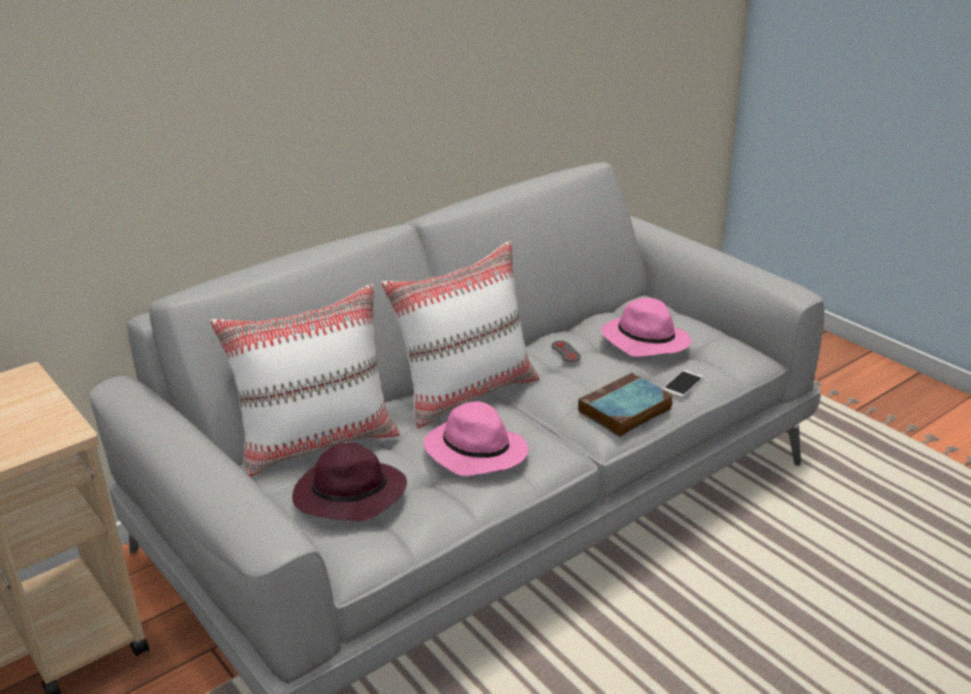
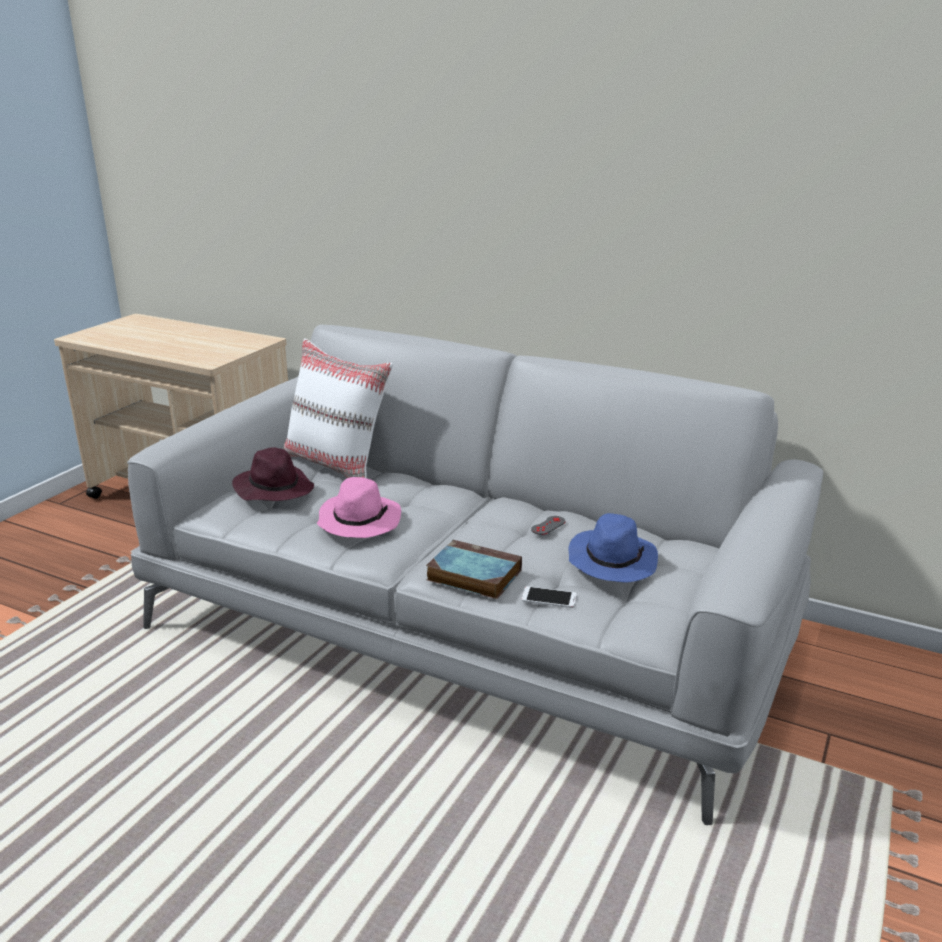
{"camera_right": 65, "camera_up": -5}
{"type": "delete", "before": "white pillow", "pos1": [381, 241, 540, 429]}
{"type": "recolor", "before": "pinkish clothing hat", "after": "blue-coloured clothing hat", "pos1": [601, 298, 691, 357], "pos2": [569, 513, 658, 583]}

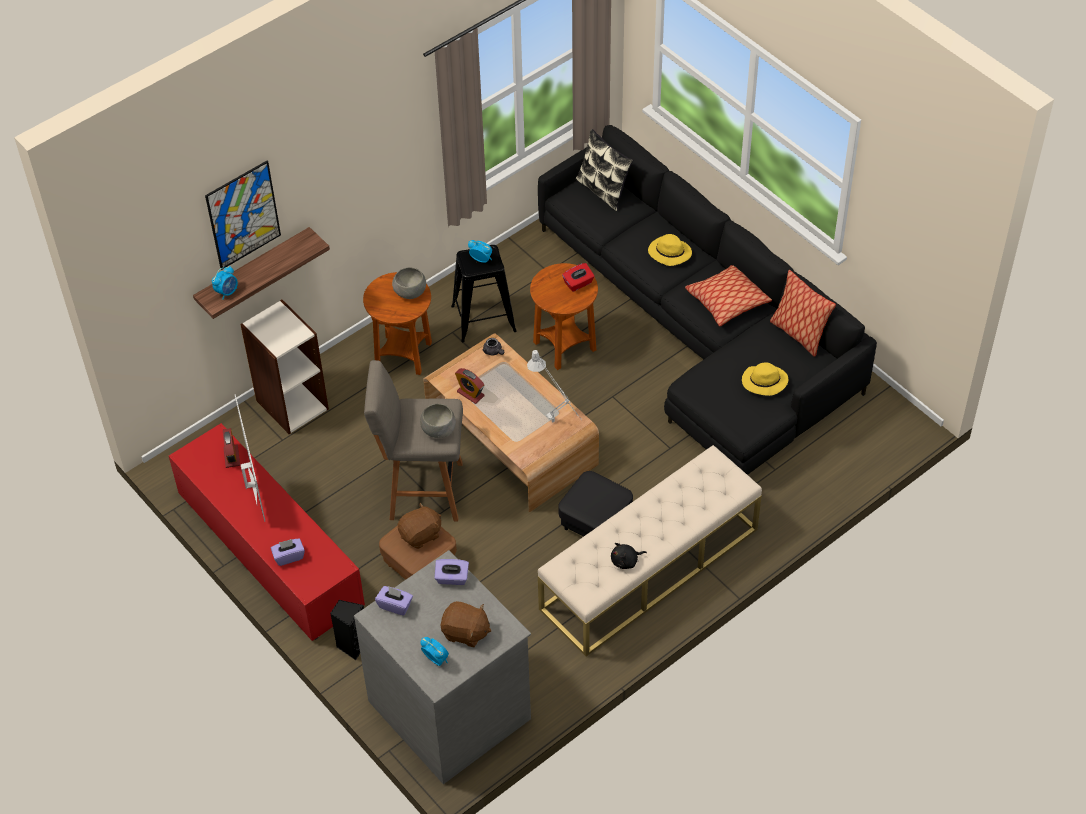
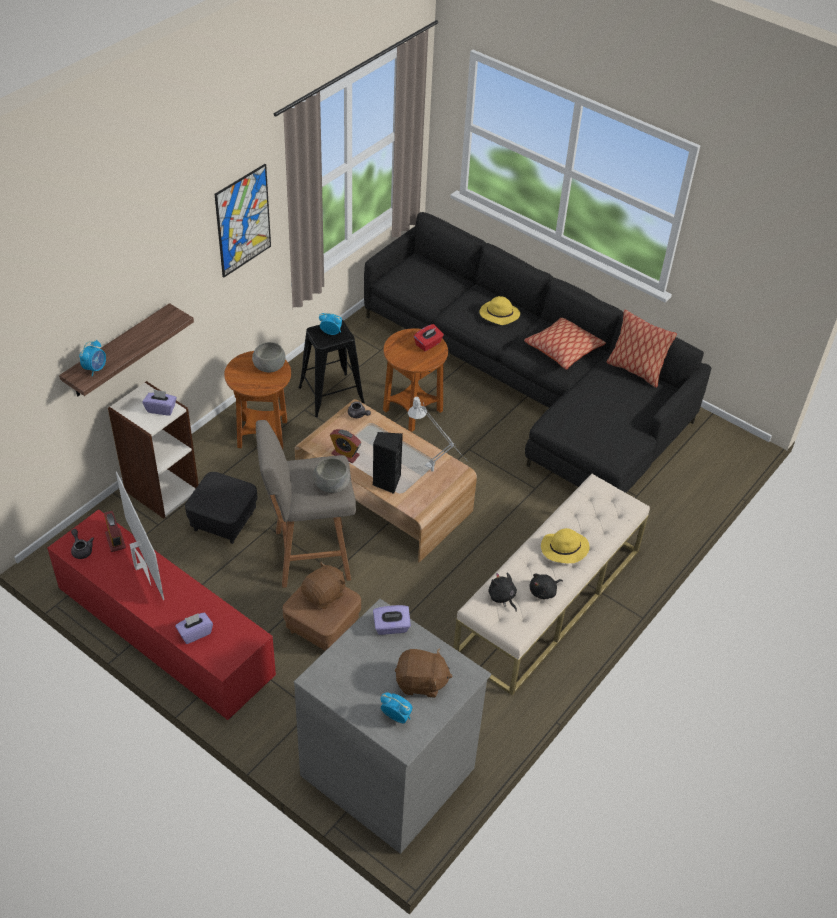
{"camera_right": -15, "camera_up": -5}
{"type": "move", "before": "wall art", "pos1": [205, 161, 281, 270], "pos2": [215, 164, 271, 277]}
{"type": "move", "before": "blackish speaker", "pos1": [330, 600, 364, 660], "pos2": [373, 432, 403, 494]}
{"type": "move", "before": "purple-coloured box of tissues", "pos1": [375, 586, 413, 616], "pos2": [142, 389, 177, 416]}
{"type": "move", "before": "blackish pouffe", "pos1": [558, 471, 633, 537], "pos2": [185, 472, 257, 544]}
{"type": "delete", "before": "pillow", "pos1": [576, 129, 633, 211]}
{"type": "move", "before": "yellow clothing hat", "pos1": [742, 362, 788, 396], "pos2": [541, 528, 590, 563]}
{"type": "insert", "after": "gray teapot", "pos2": [71, 529, 94, 559]}
{"type": "insert", "after": "blackish cuddly toy", "pos2": [488, 573, 517, 612]}

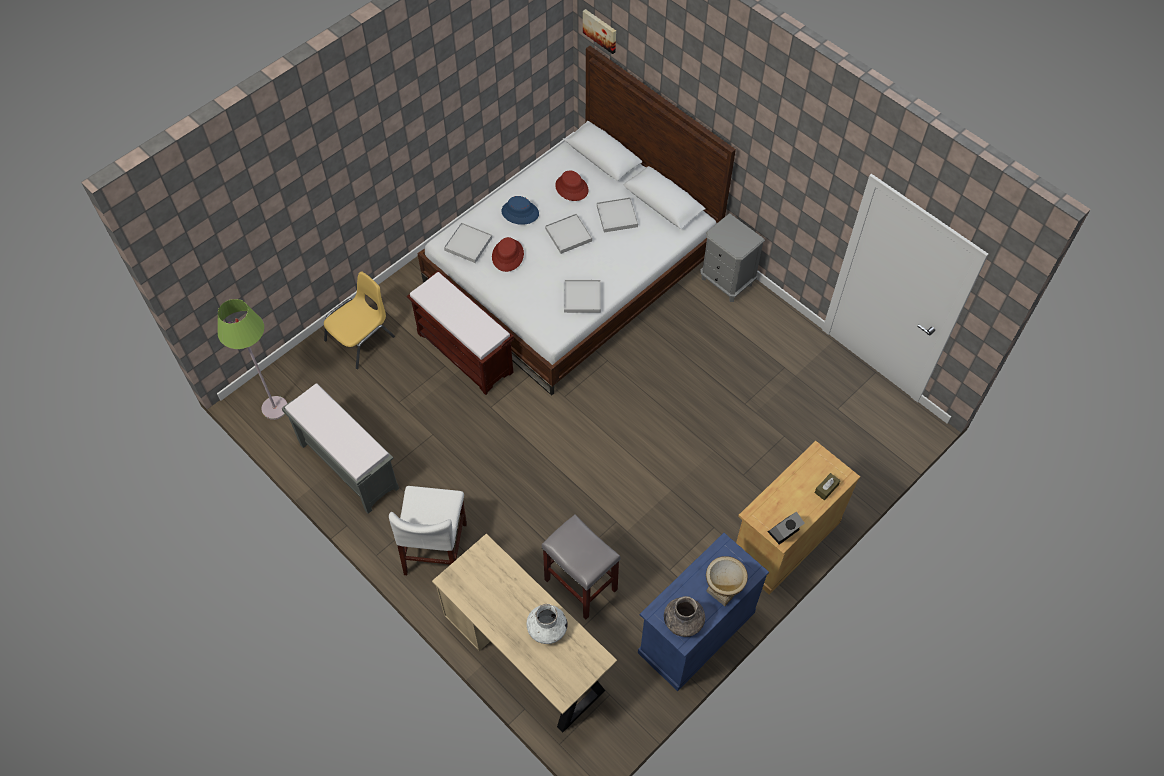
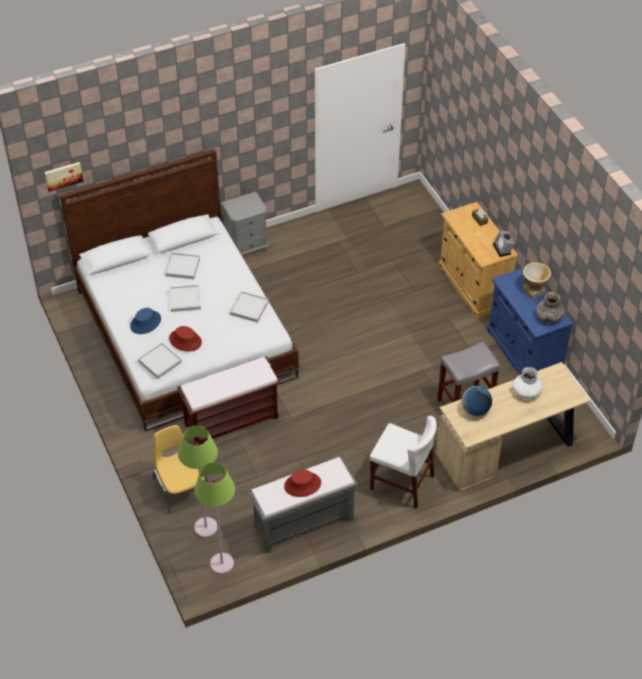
{"camera_right": -70, "camera_up": -10}
{"type": "move", "before": "red-coloured clothing hat", "pos1": [555, 170, 588, 201], "pos2": [284, 470, 321, 497]}
{"type": "insert", "after": "greenish standard lamp", "pos2": [178, 425, 218, 538]}
{"type": "insert", "after": "globe", "pos2": [462, 386, 492, 416]}

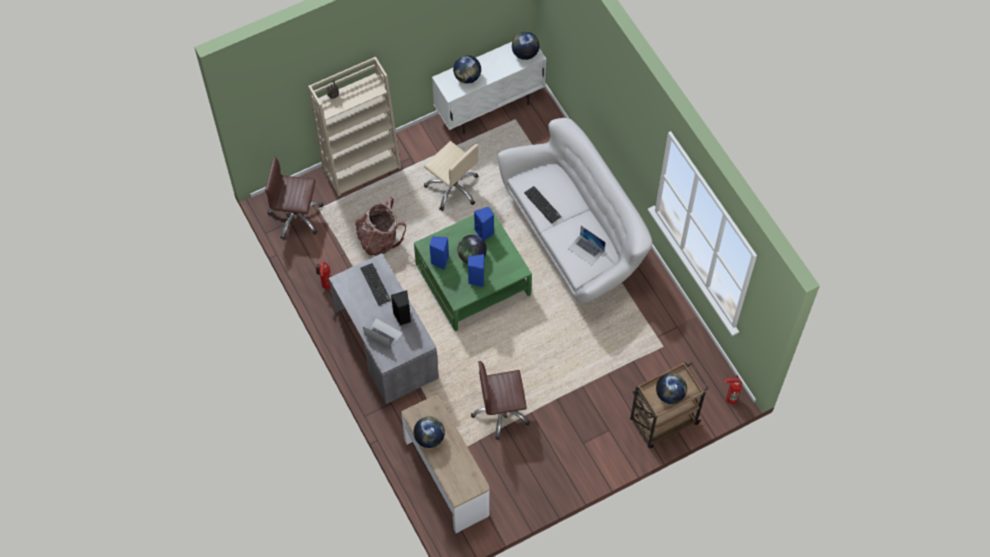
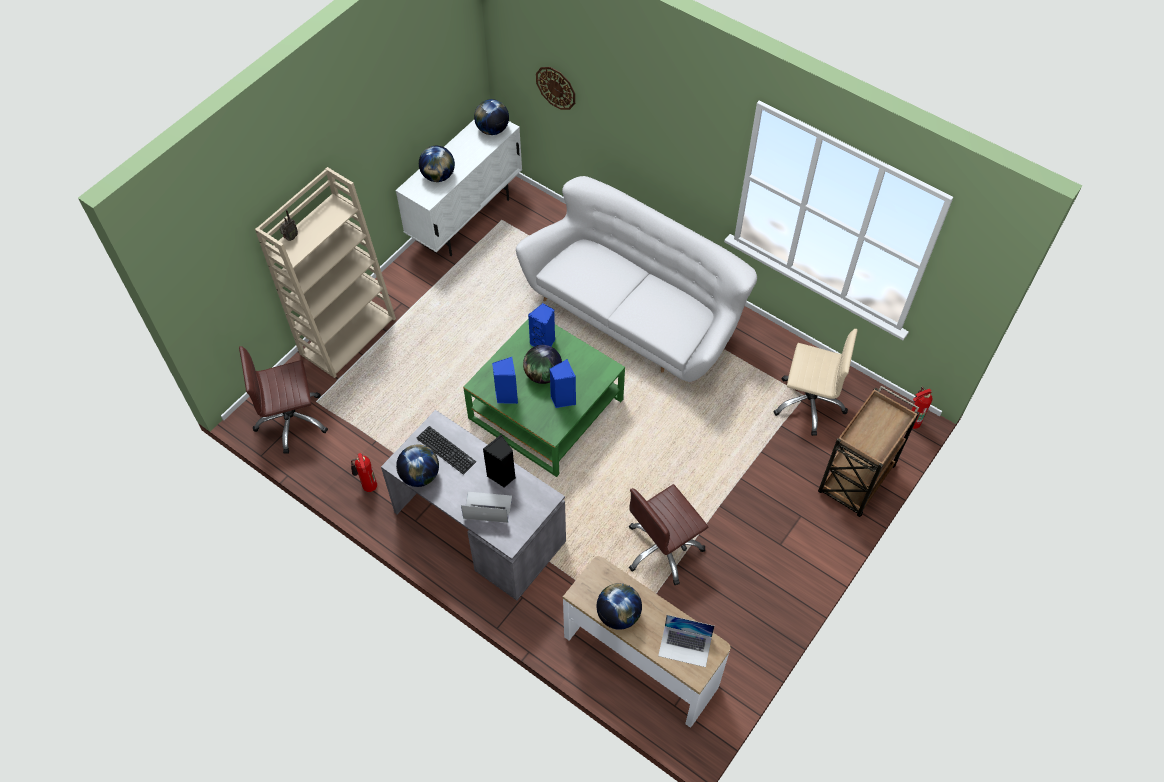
{"camera_right": -25, "camera_up": -5}
{"type": "delete", "before": "backpack", "pos1": [355, 197, 406, 256]}
{"type": "move", "before": "sand-coloured desk chair", "pos1": [424, 141, 479, 211], "pos2": [773, 329, 858, 436]}
{"type": "delete", "before": "PC keyboard", "pos1": [524, 186, 561, 224]}
{"type": "move", "before": "laptop", "pos1": [568, 226, 605, 265], "pos2": [658, 615, 714, 667]}
{"type": "move", "before": "globe", "pos1": [656, 373, 687, 404], "pos2": [396, 445, 439, 487]}
{"type": "insert", "after": "hanging clock", "pos2": [536, 67, 575, 110]}

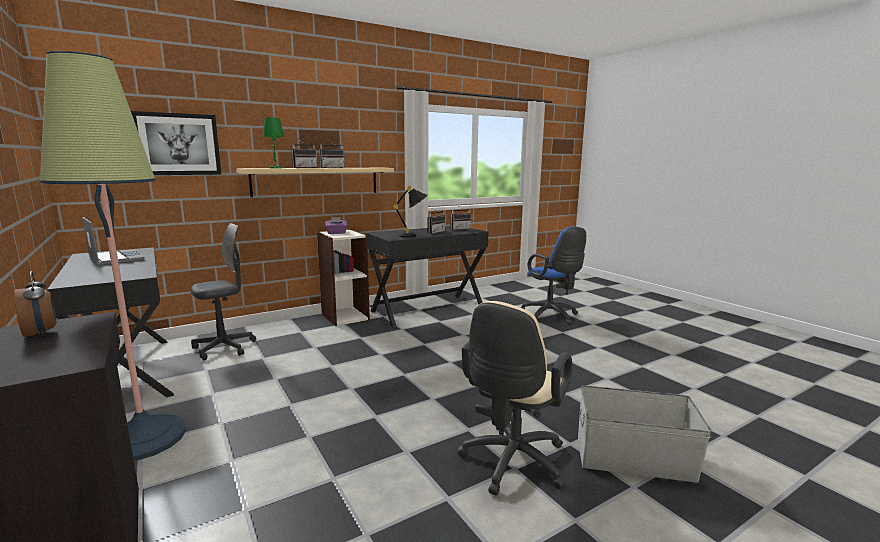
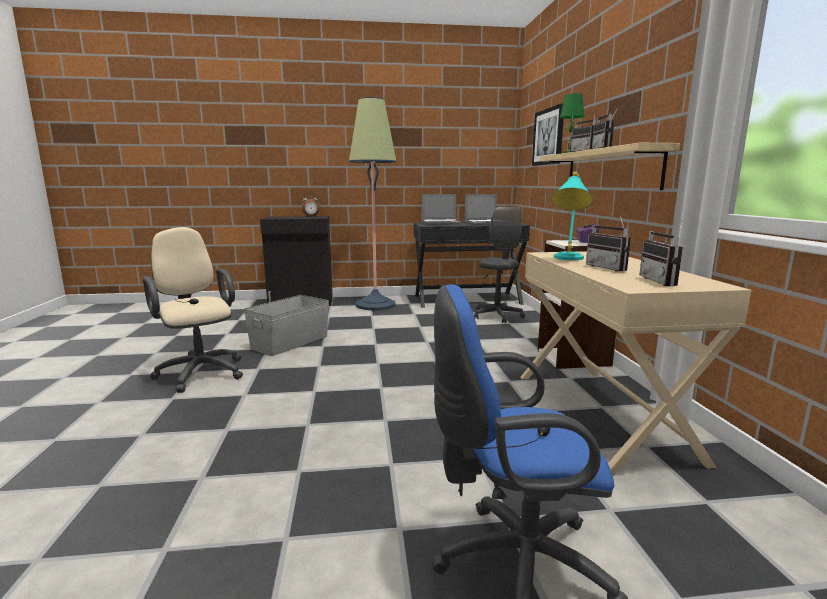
{"camera_right": 115, "camera_up": 0}
{"type": "rotate", "before": "gray desk chair", "pos1": [191, 223, 256, 360], "pos2": [474, 207, 525, 324], "turn": -135}
{"type": "recolor", "before": "blackish desk", "after": "sand-coloured desk", "pos1": [367, 226, 489, 327], "pos2": [520, 251, 752, 476]}
{"type": "recolor", "before": "blackish tabletop lamp", "after": "blue-green tabletop lamp", "pos1": [393, 186, 428, 238], "pos2": [551, 172, 594, 260]}
{"type": "move", "before": "gray storage box", "pos1": [578, 385, 712, 483], "pos2": [244, 295, 329, 356]}
{"type": "insert", "after": "laptop", "pos2": [422, 194, 461, 225]}

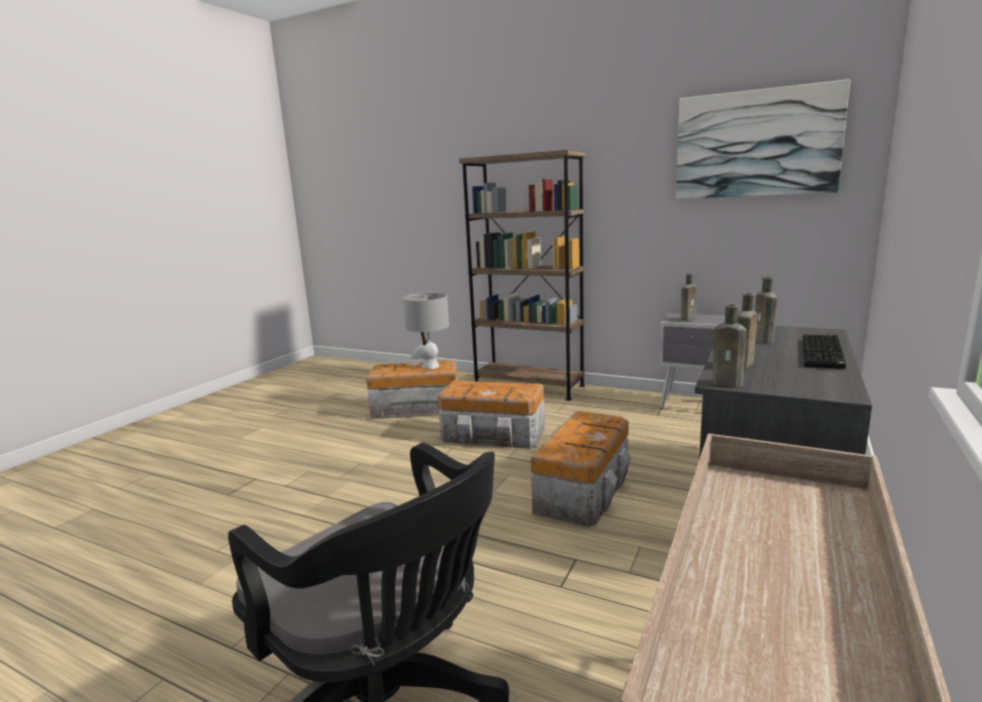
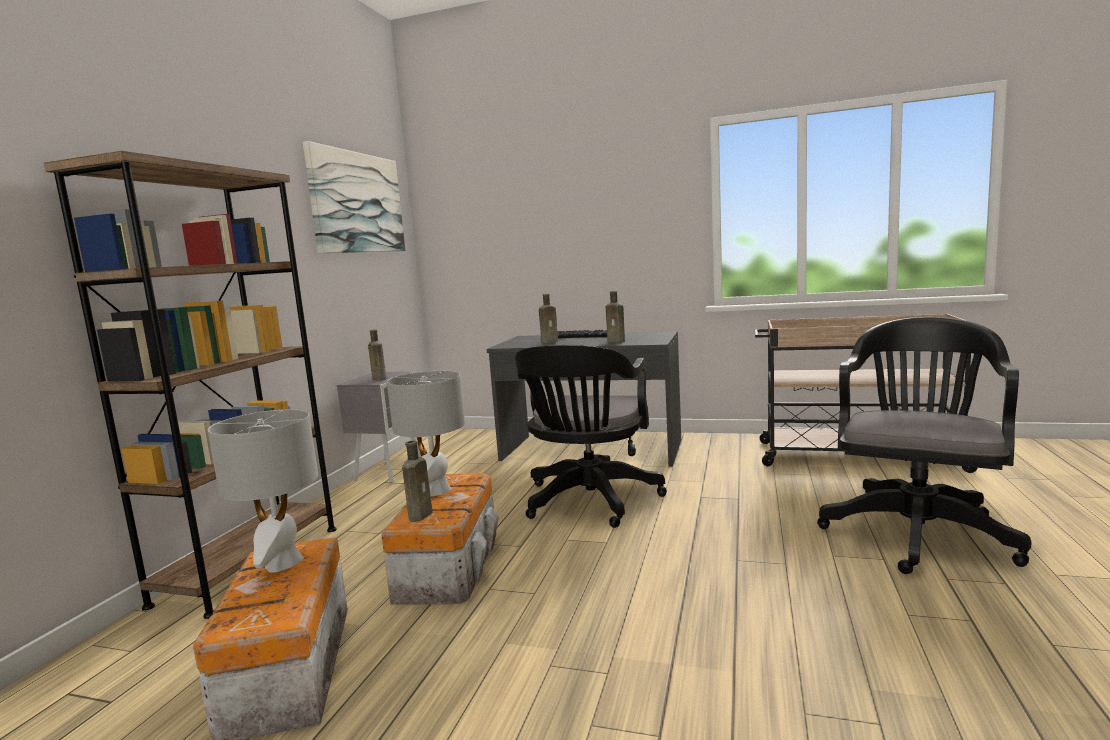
{"camera_right": -100, "camera_up": -5}
{"type": "replace", "before": "storage box", "after": "blackish desk chair", "pos1": [531, 411, 631, 527], "pos2": [515, 344, 667, 528]}
{"type": "move", "before": "brown drink bottle", "pos1": [712, 304, 747, 388], "pos2": [402, 440, 433, 522]}
{"type": "insert", "after": "gray tabletop lamp", "pos2": [387, 370, 465, 497]}

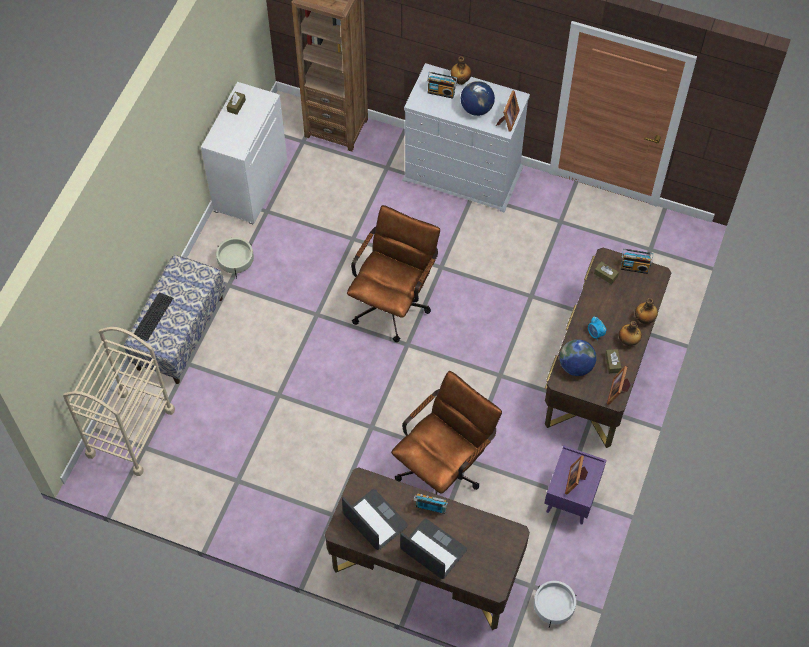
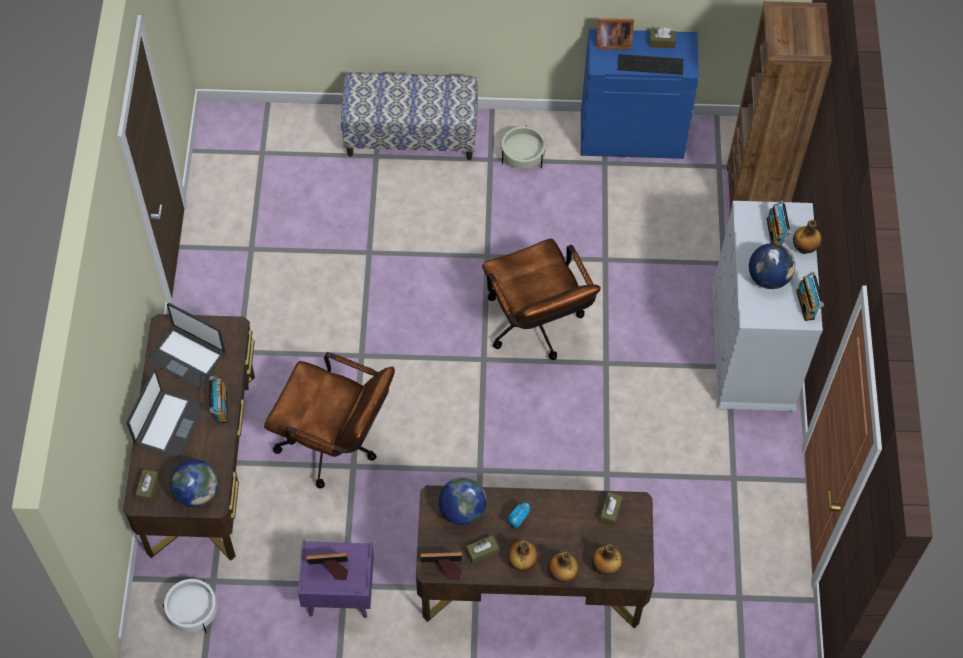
{"camera_right": 70, "camera_up": 0}
{"type": "delete", "before": "sand-coloured wheeled cart", "pos1": [63, 327, 175, 476]}
{"type": "move", "before": "PC keyboard", "pos1": [134, 292, 173, 341], "pos2": [617, 54, 683, 75]}
{"type": "recolor", "before": "white cupboard", "after": "blue-coloured cupboard", "pos1": [201, 82, 287, 224], "pos2": [581, 29, 699, 159]}
{"type": "rotate", "before": "laptop", "pos1": [342, 489, 408, 550], "pos2": [148, 303, 225, 388], "turn": 90}
{"type": "rotate", "before": "brown desk chair", "pos1": [347, 205, 440, 342], "pos2": [482, 239, 601, 360], "turn": 60}
{"type": "move", "before": "picture frame", "pos1": [496, 91, 520, 132], "pos2": [596, 18, 634, 50]}
{"type": "move", "before": "radio", "pos1": [621, 249, 654, 274], "pos2": [796, 272, 824, 321]}
{"type": "insert", "after": "brown box of tissues", "pos2": [135, 469, 159, 503]}
{"type": "insert", "after": "globe", "pos2": [170, 459, 218, 507]}
{"type": "insert", "after": "drink bottle", "pos2": [591, 544, 622, 575]}

